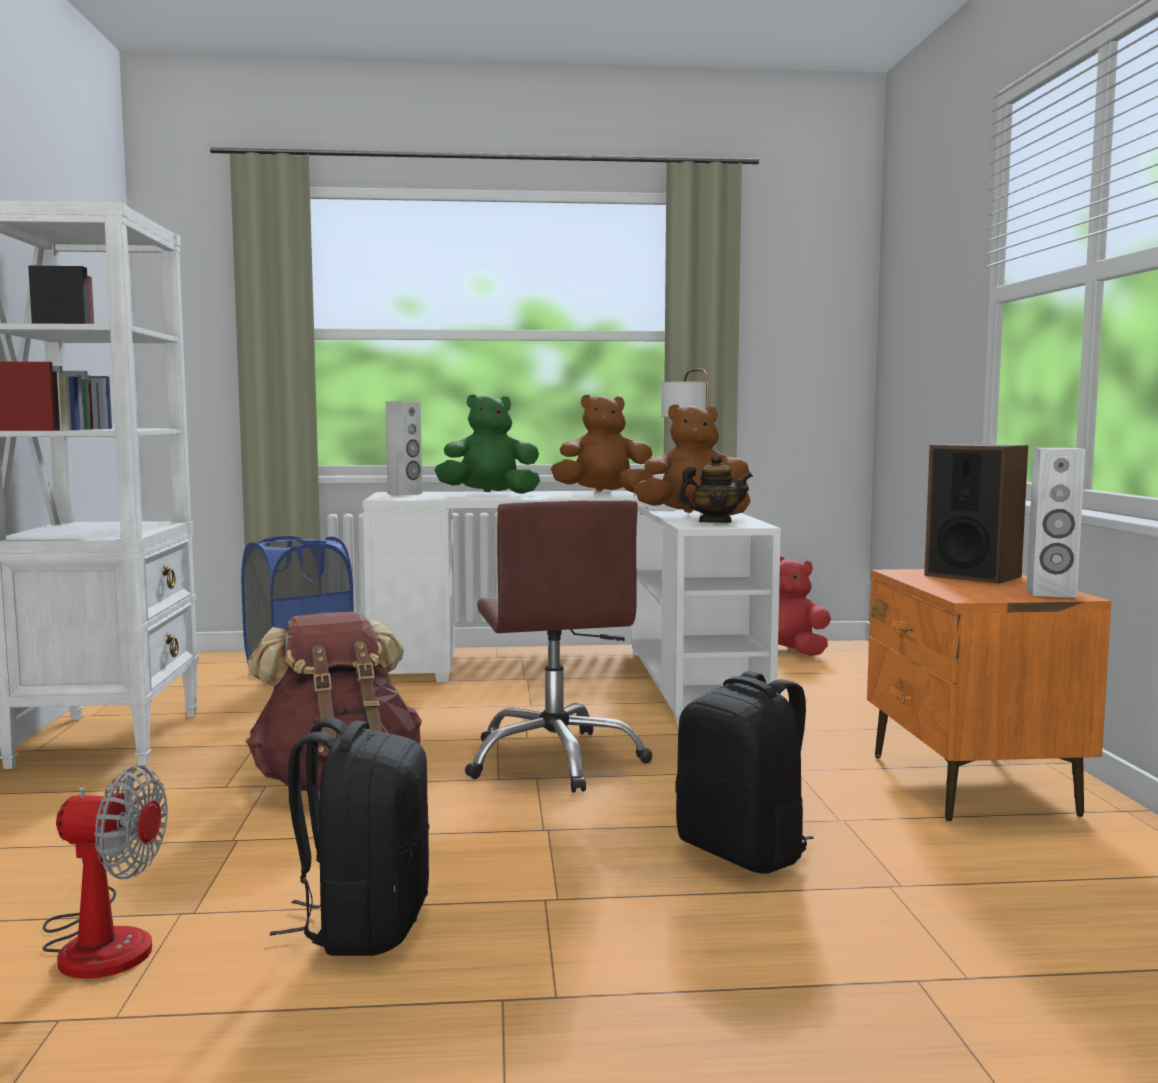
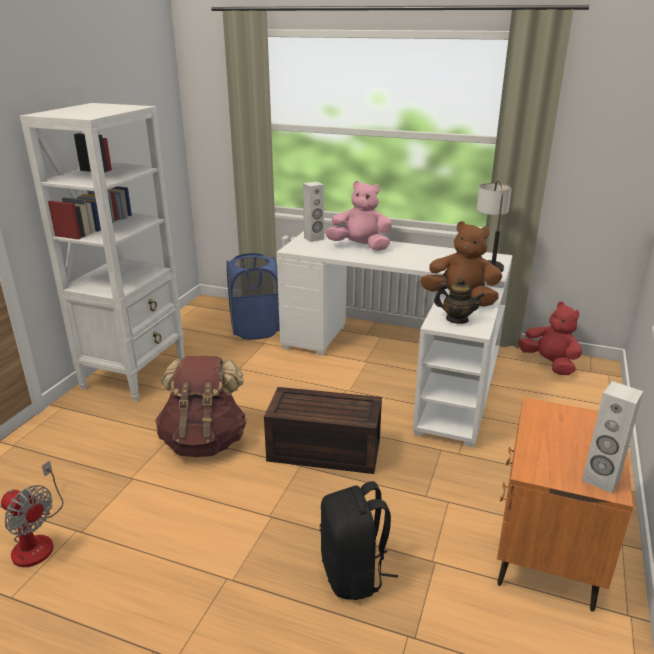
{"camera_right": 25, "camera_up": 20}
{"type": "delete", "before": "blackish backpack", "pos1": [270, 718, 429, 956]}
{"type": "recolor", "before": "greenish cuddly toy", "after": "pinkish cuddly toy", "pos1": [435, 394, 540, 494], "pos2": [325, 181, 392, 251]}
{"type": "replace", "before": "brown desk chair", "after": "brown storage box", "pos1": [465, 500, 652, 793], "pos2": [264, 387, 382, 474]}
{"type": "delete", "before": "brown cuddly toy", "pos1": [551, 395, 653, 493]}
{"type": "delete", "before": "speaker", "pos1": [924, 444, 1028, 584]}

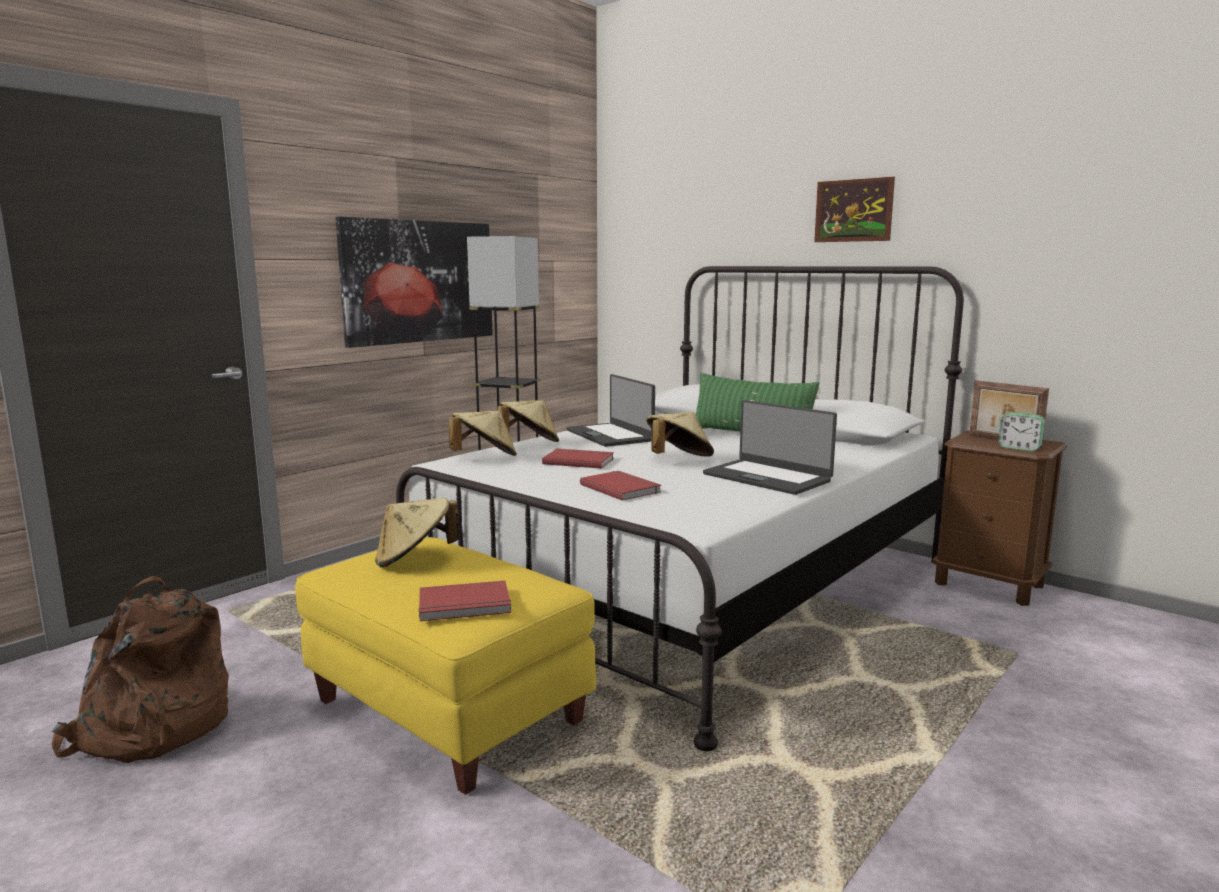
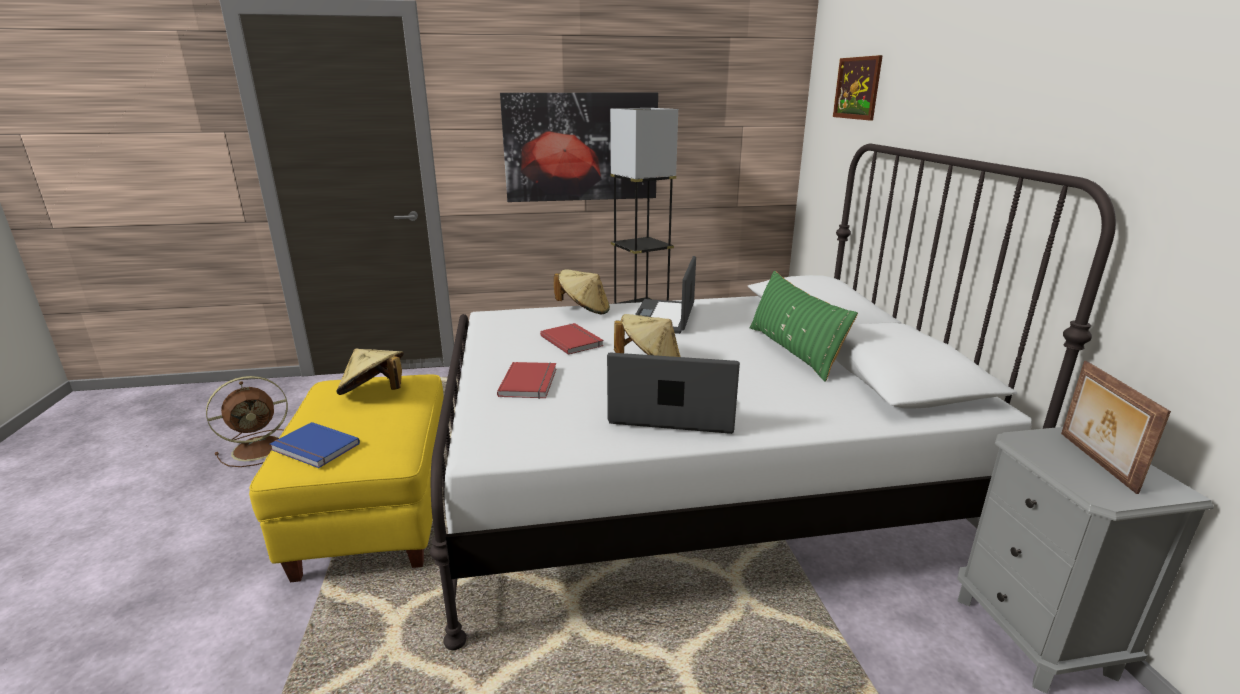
{"camera_right": 40, "camera_up": 10}
{"type": "replace", "before": "brown backpack", "after": "brown electric fan", "pos1": [52, 576, 229, 763], "pos2": [206, 376, 288, 467]}
{"type": "recolor", "before": "red-coloured volume", "after": "blue-coloured volume", "pos1": [419, 581, 511, 621], "pos2": [270, 422, 360, 468]}
{"type": "delete", "before": "sand-coloured clothing hat", "pos1": [449, 411, 517, 456]}
{"type": "rotate", "before": "laptop", "pos1": [703, 400, 837, 495], "pos2": [607, 352, 740, 434], "turn": 105}
{"type": "move", "before": "wall art", "pos1": [814, 177, 895, 242], "pos2": [833, 55, 883, 121]}
{"type": "recolor", "before": "brown bedside table", "after": "gray bedside table", "pos1": [932, 431, 1067, 606], "pos2": [957, 427, 1214, 693]}
{"type": "delete", "before": "alarm clock", "pos1": [998, 413, 1045, 451]}

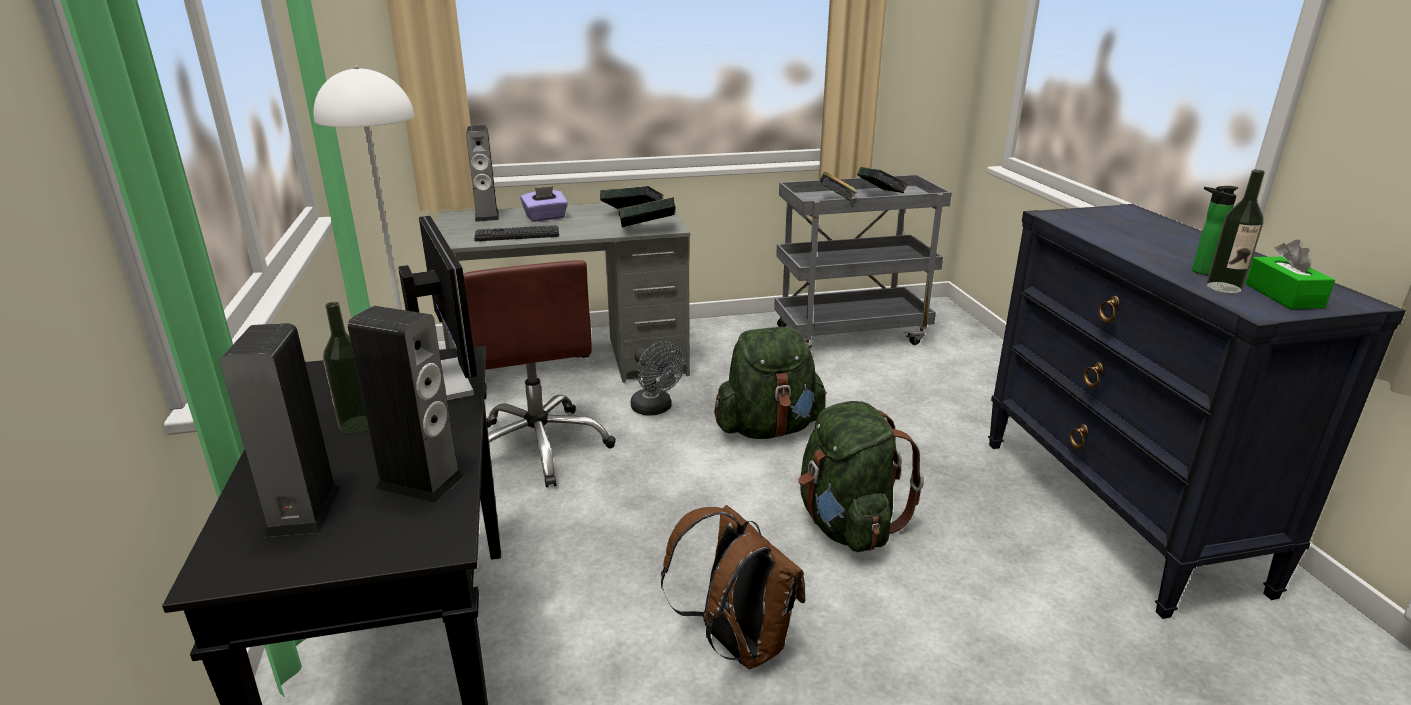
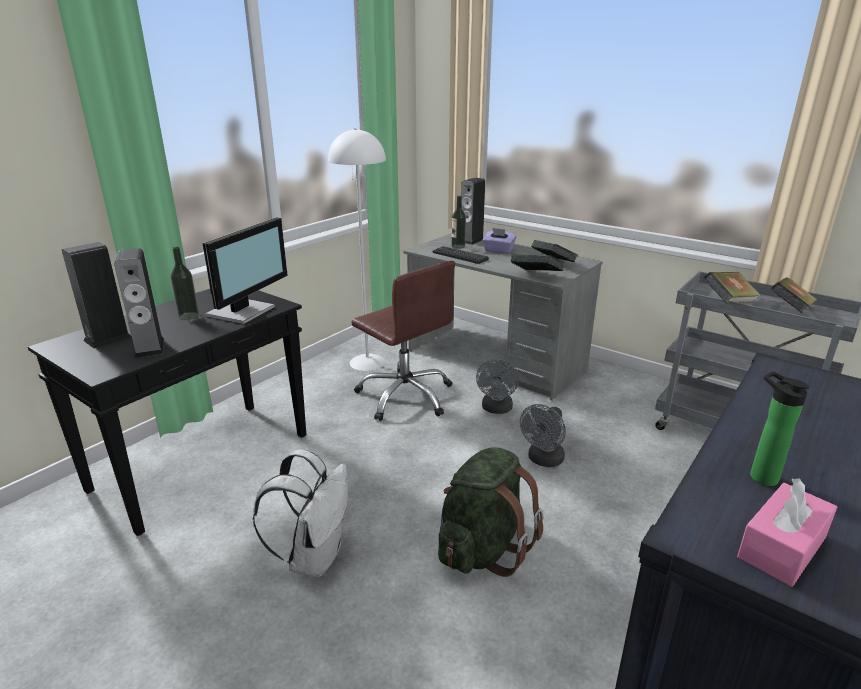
{"camera_right": 50, "camera_up": 0}
{"type": "rotate", "before": "brown desk chair", "pos1": [464, 260, 616, 488], "pos2": [351, 261, 455, 421], "turn": -75}
{"type": "recolor", "before": "brown backpack", "after": "white backpack", "pos1": [661, 505, 805, 669], "pos2": [253, 449, 348, 577]}
{"type": "replace", "before": "greenish backpack", "after": "gray electric fan", "pos1": [714, 327, 827, 439], "pos2": [520, 404, 566, 467]}
{"type": "move", "before": "drink bottle", "pos1": [1206, 170, 1265, 294], "pos2": [451, 196, 466, 249]}
{"type": "recolor", "before": "greenish box of tissues", "after": "pinkish box of tissues", "pos1": [1245, 240, 1335, 309], "pos2": [737, 478, 837, 587]}

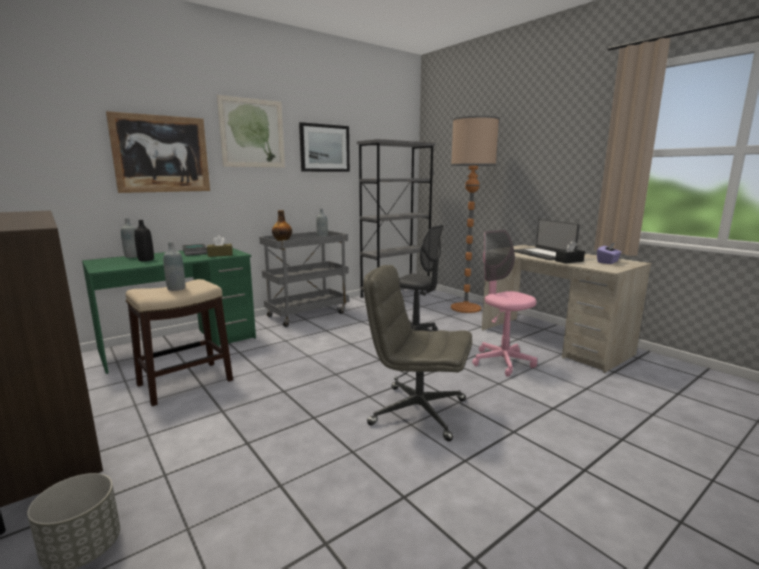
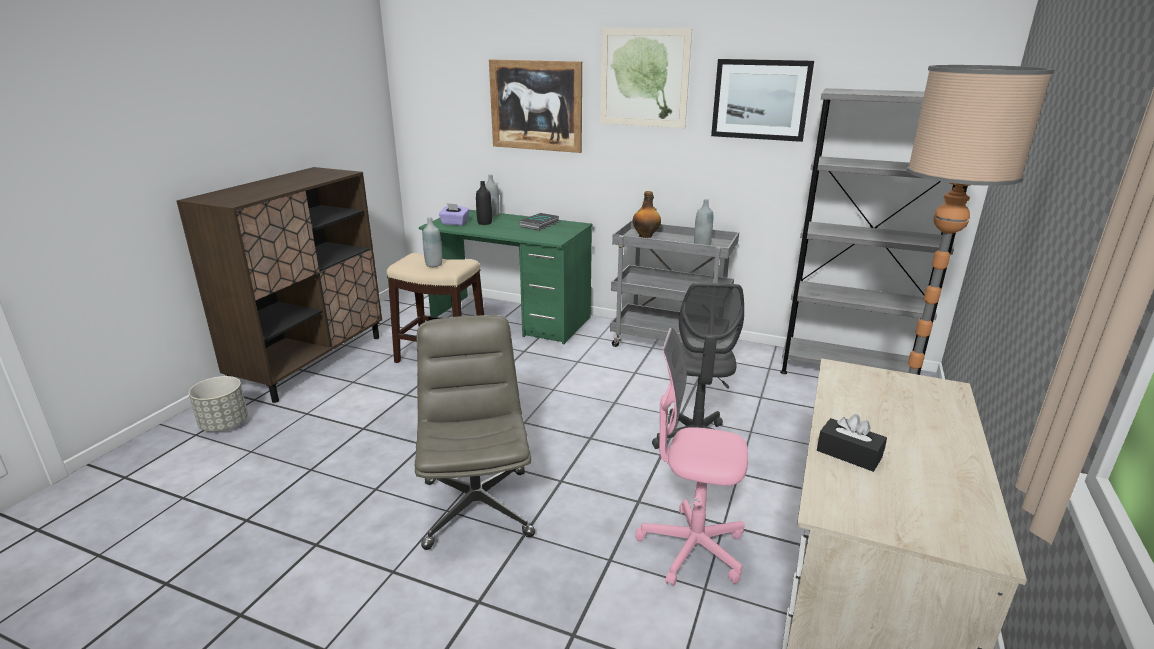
{"camera_right": 60, "camera_up": 10}
{"type": "delete", "before": "brown box of tissues", "pos1": [207, 235, 233, 257]}
{"type": "rotate", "before": "pinkish desk chair", "pos1": [472, 230, 537, 377], "pos2": [635, 328, 748, 586], "turn": -105}
{"type": "delete", "before": "laptop", "pos1": [514, 219, 579, 260]}
{"type": "move", "before": "purple-coloured box of tissues", "pos1": [597, 242, 622, 264], "pos2": [439, 203, 469, 225]}

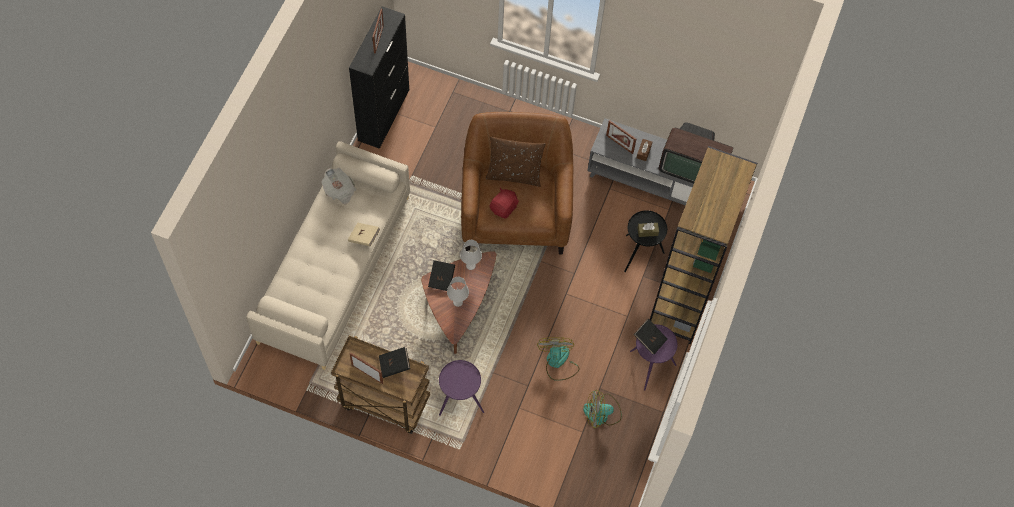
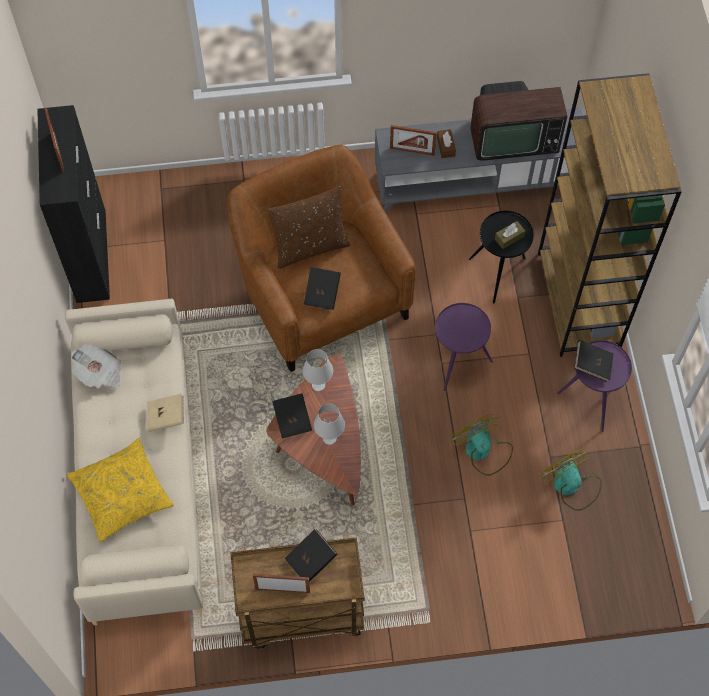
{"camera_right": -25, "camera_up": 0}
{"type": "move", "before": "purple-coloured accent table", "pos1": [439, 360, 484, 416], "pos2": [435, 303, 493, 391]}
{"type": "replace", "before": "red-coloured cuddly toy", "after": "blackish volume", "pos1": [490, 187, 519, 219], "pos2": [304, 267, 341, 310]}
{"type": "rotate", "before": "electric fan", "pos1": [583, 390, 622, 428], "pos2": [542, 449, 602, 511], "turn": 90}
{"type": "insert", "after": "yellow pillow", "pos2": [66, 438, 174, 543]}

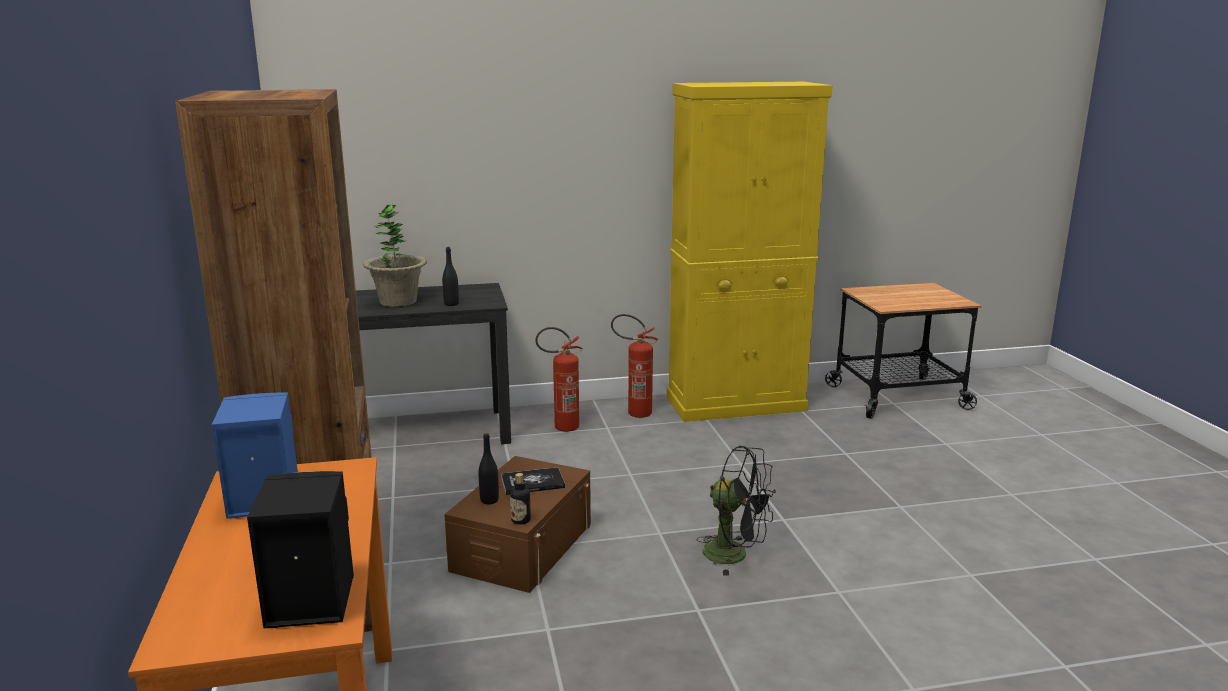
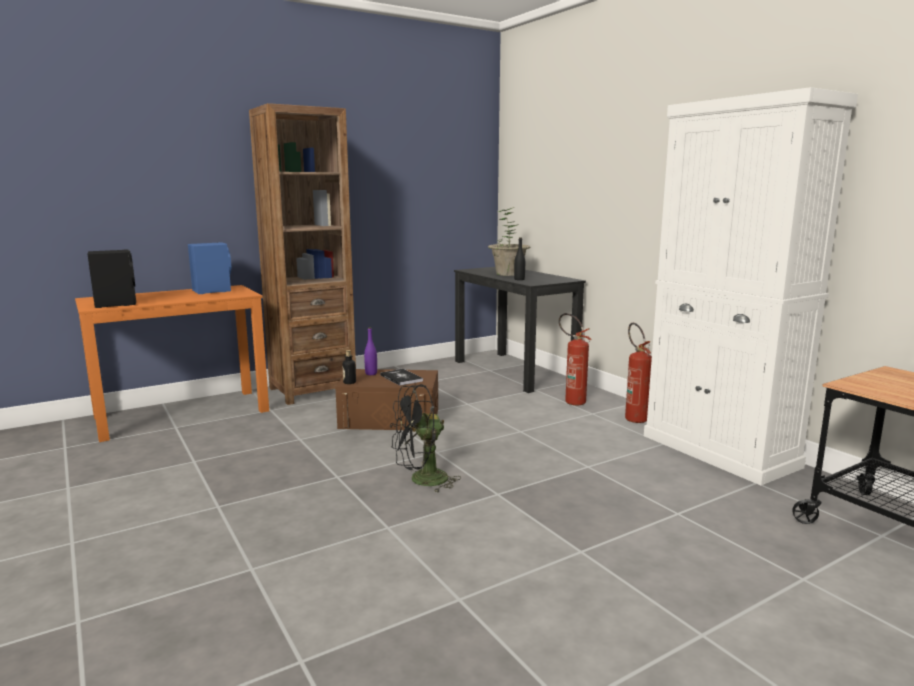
{"camera_right": 70, "camera_up": -5}
{"type": "recolor", "before": "blackish drink bottle", "after": "purple-coloured drink bottle", "pos1": [479, 433, 499, 504], "pos2": [364, 327, 377, 375]}
{"type": "recolor", "before": "yellow cupboard", "after": "white cupboard", "pos1": [667, 82, 833, 422], "pos2": [644, 87, 858, 485]}
{"type": "rotate", "before": "blackish electric fan", "pos1": [696, 446, 776, 576], "pos2": [390, 384, 461, 493], "turn": 60}

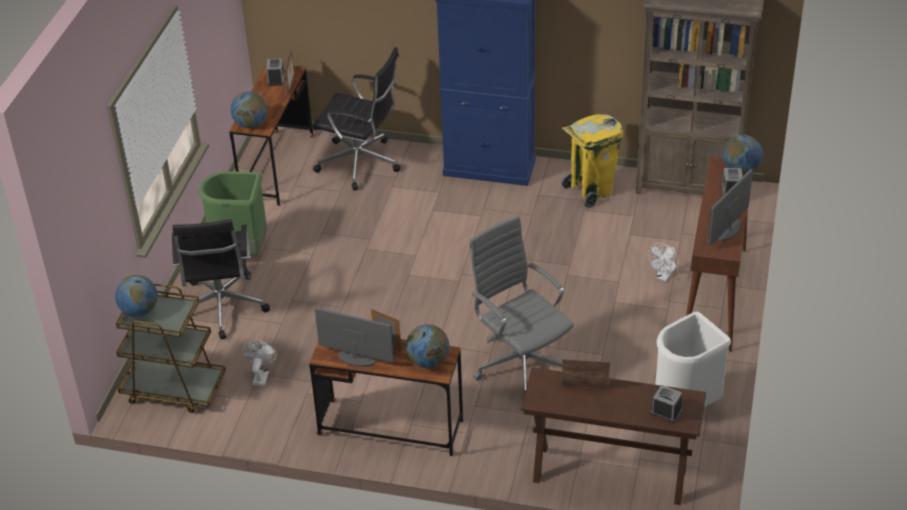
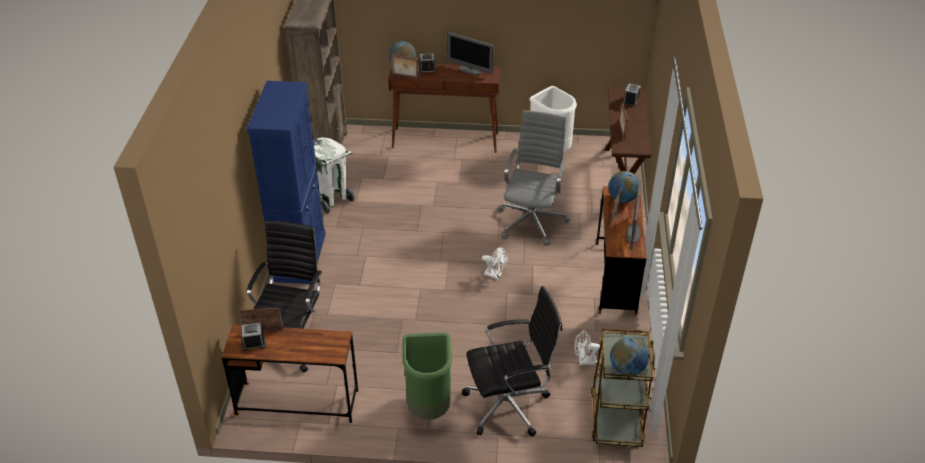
{"camera_right": -100, "camera_up": 0}
{"type": "delete", "before": "globe", "pos1": [231, 92, 267, 128]}
{"type": "rotate", "before": "gray desk chair", "pos1": [469, 216, 574, 400], "pos2": [498, 110, 570, 246], "turn": 150}
{"type": "recolor", "before": "yellow rubbish bin", "after": "white rubbish bin", "pos1": [561, 114, 623, 209], "pos2": [313, 137, 355, 215]}
{"type": "move", "before": "white electric fan", "pos1": [648, 243, 679, 281], "pos2": [482, 246, 507, 279]}
{"type": "insert", "after": "picture frame", "pos2": [391, 54, 420, 79]}

